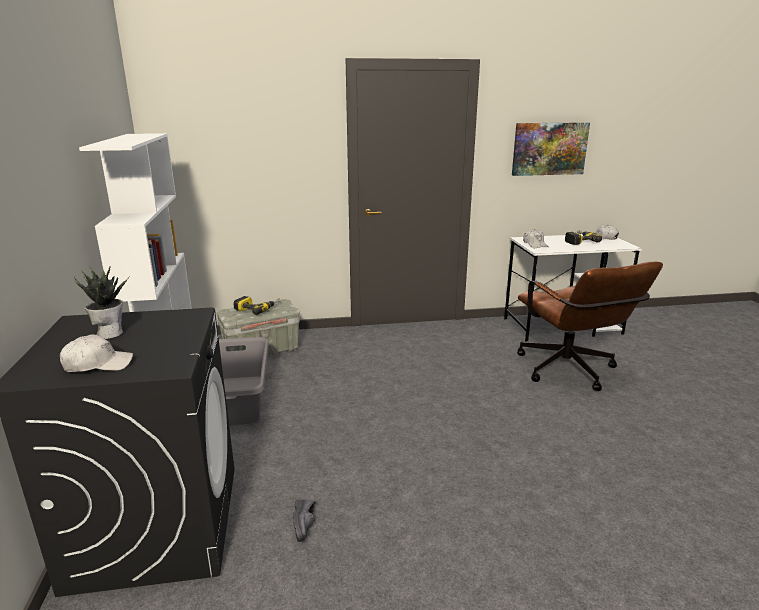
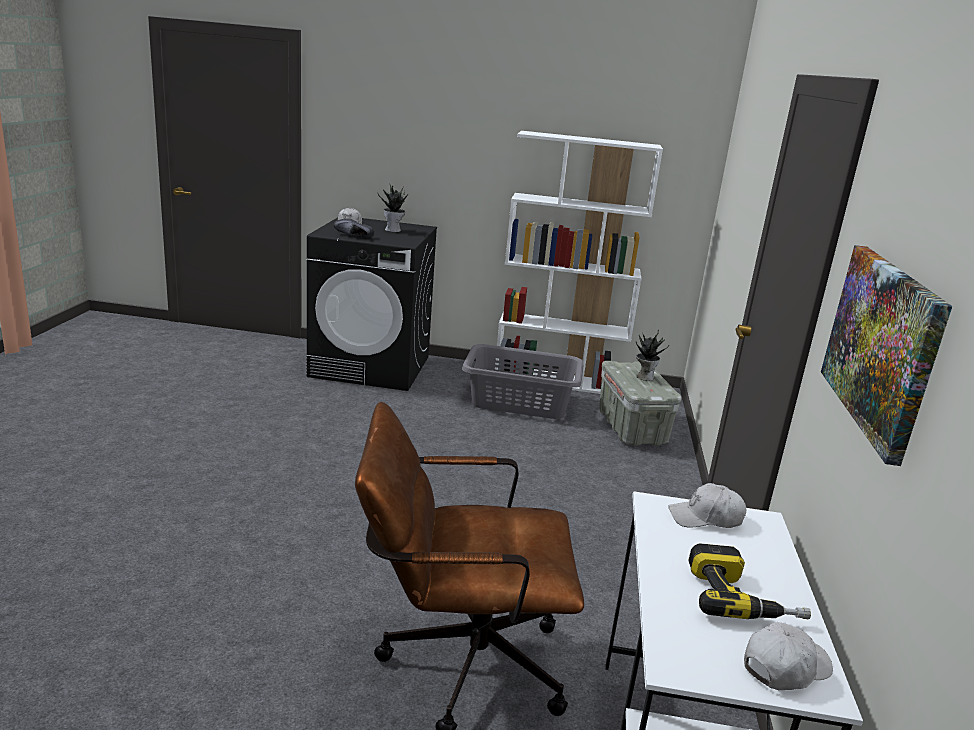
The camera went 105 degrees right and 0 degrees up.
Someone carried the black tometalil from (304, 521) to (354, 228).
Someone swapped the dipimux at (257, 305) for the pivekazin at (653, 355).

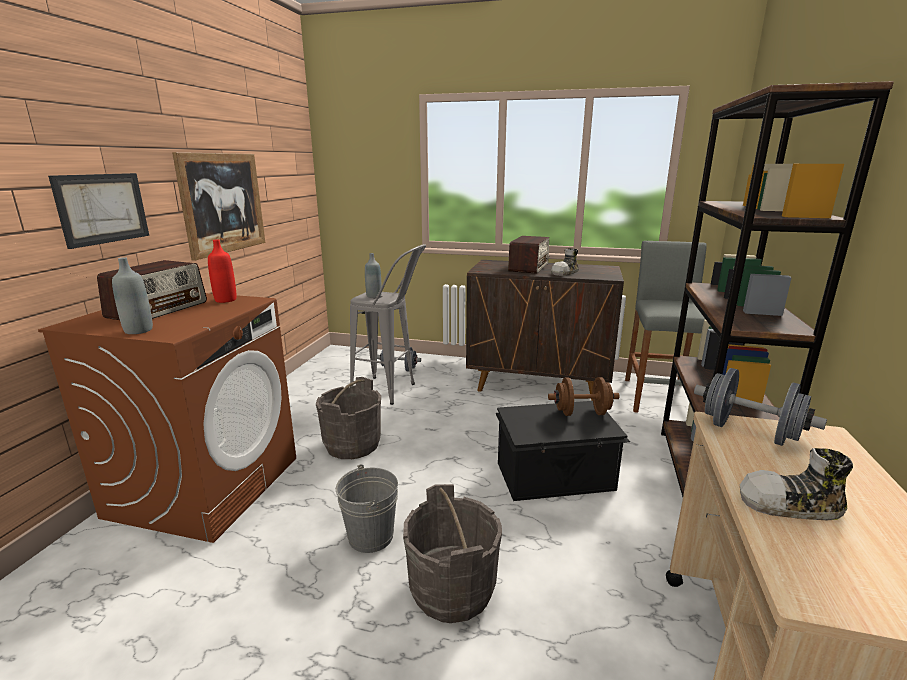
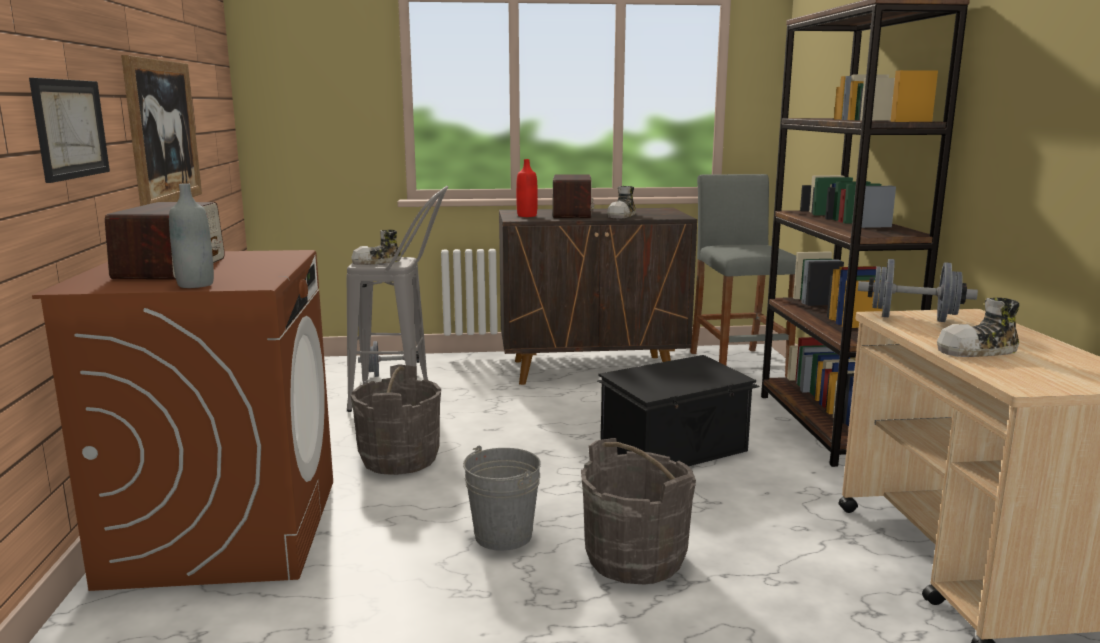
The camera went 20 degrees left and 5 degrees down.
Someone swapped the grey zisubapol at (373, 275) for the tometalil at (376, 247).
Someone carried the red zisubapol from (222, 271) to (527, 188).
Someone took away the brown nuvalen at (584, 396).

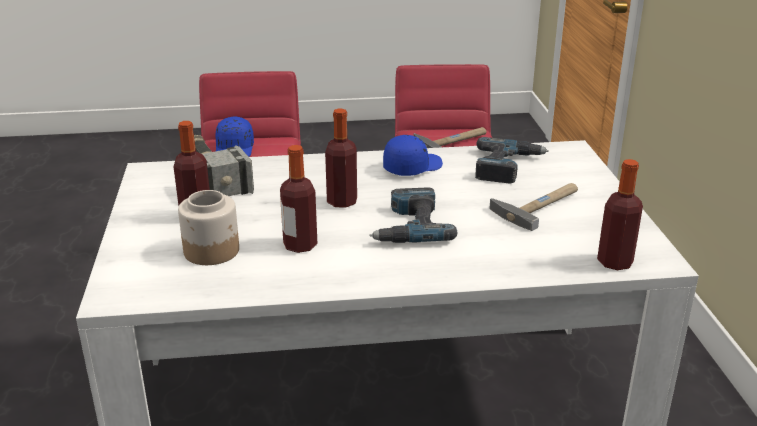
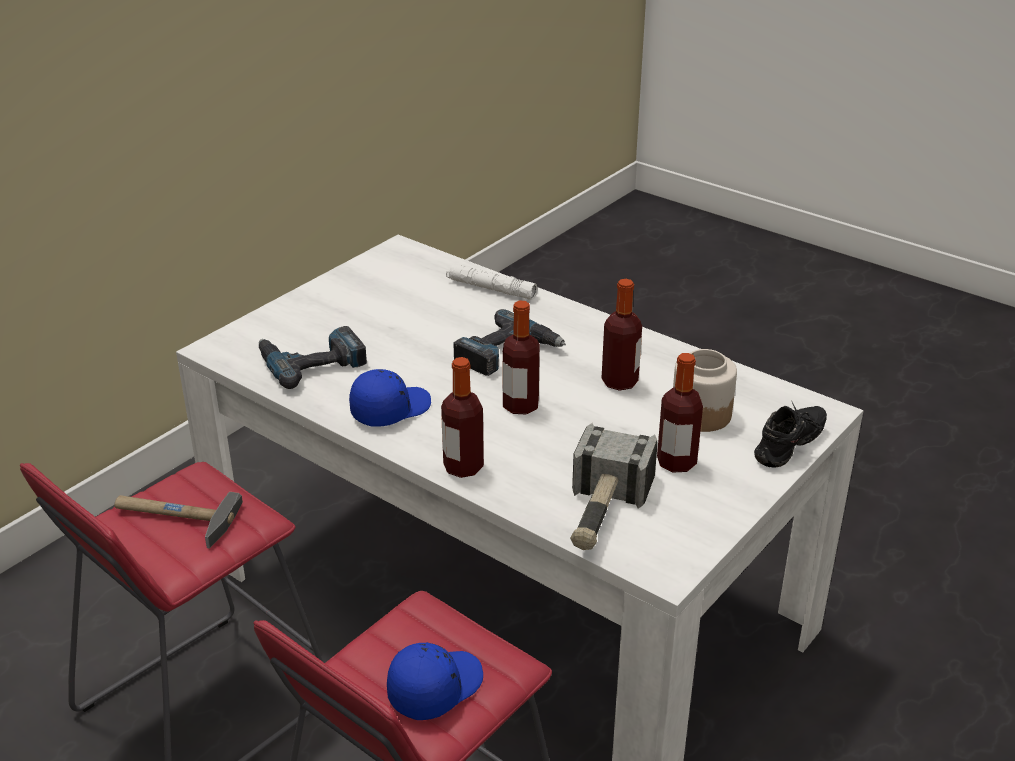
The camera went 135 degrees left and 5 degrees up.
Someone rotated the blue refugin at (413, 155) by 135 degrees clockwise.
Someone carried the zisubapol from (620, 214) to (462, 417).
Someone put down the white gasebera at (491, 282).
Someone put down the black tometalil at (790, 433).
Someone took away the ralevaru at (533, 207).

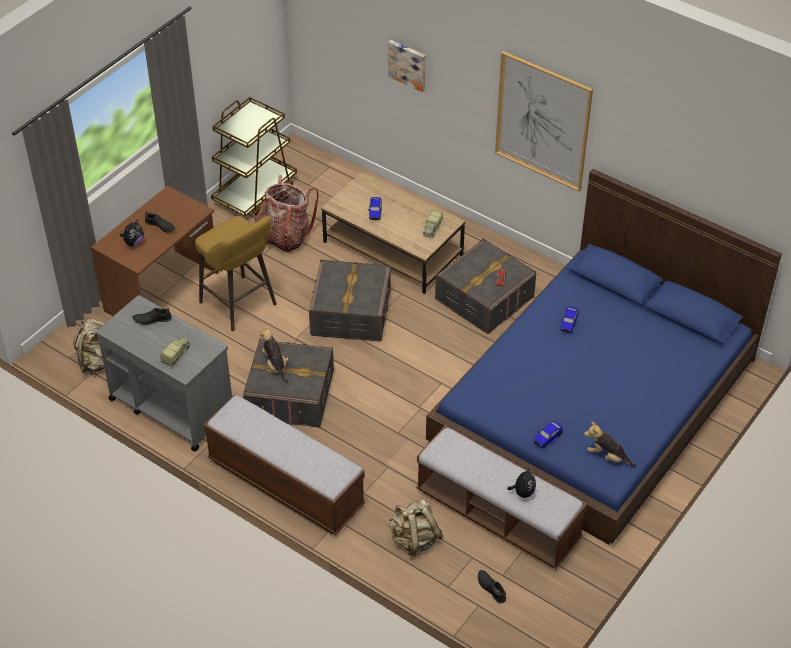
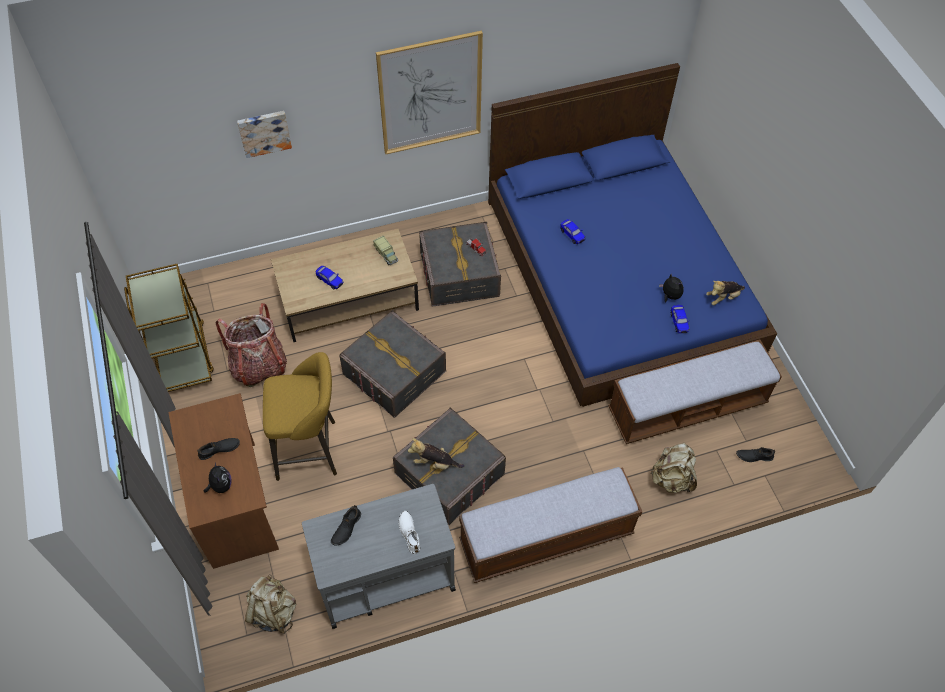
The camera went 55 degrees left and 10 degrees up.
Someone swapped the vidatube at (175, 352) for the white tometalil at (409, 532).
Someone carried the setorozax from (521, 482) to (671, 288).

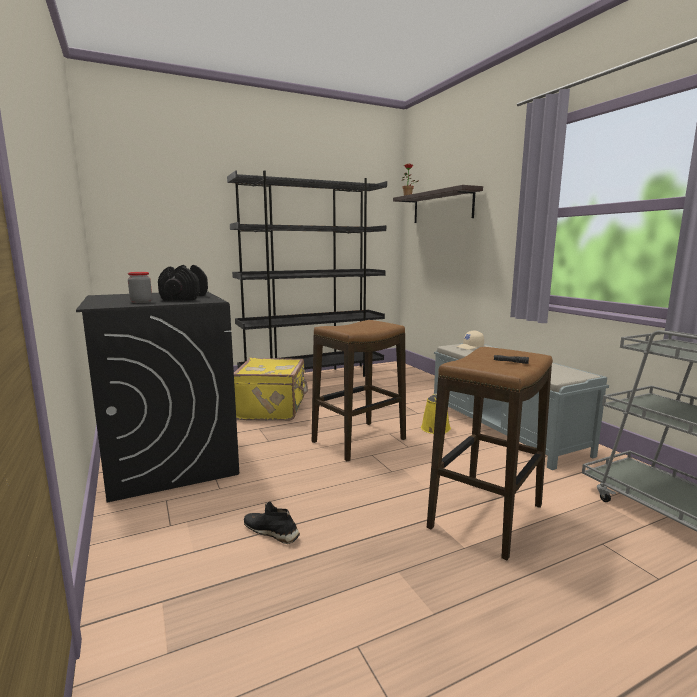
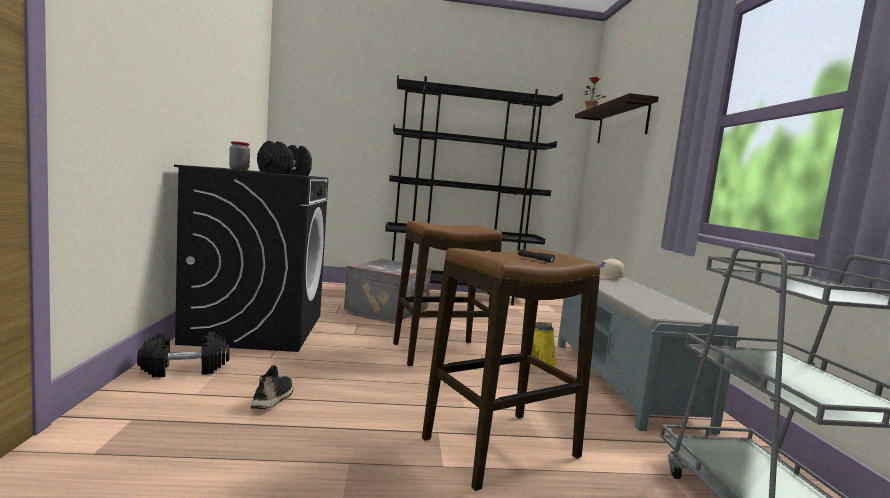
The camera went 20 degrees right and 5 degrees down.
Someone put down the black nuvalen at (183, 355).
Someone rotated the black tometalil at (272, 523) by 45 degrees clockwise.
Someone repainted the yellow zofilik at (271, 389), which became the grey zofilik at (388, 291).

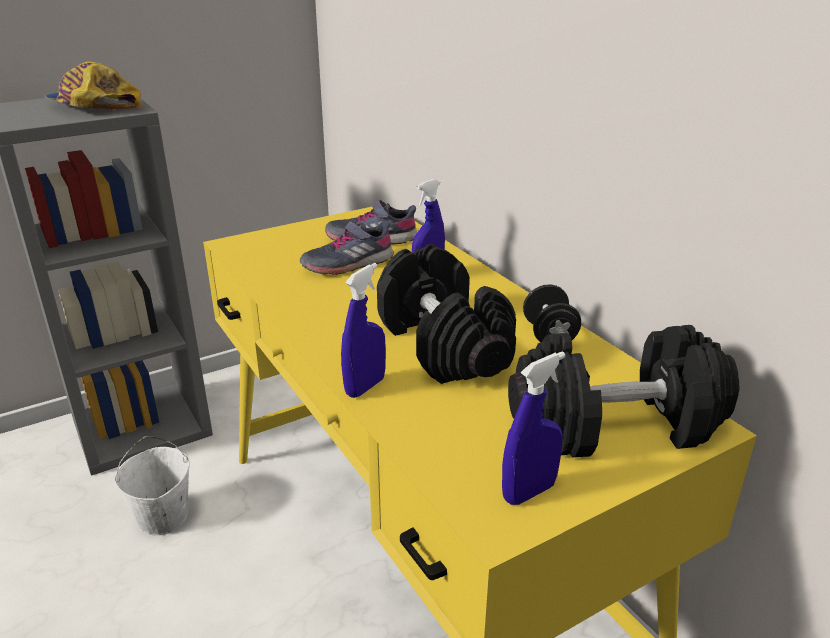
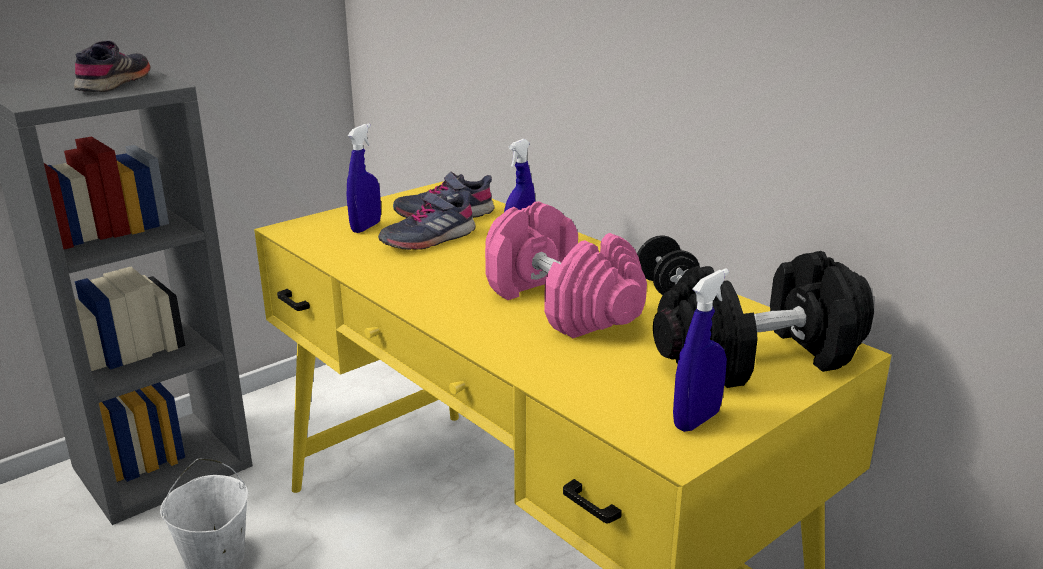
The camera went 10 degrees left and 5 degrees down.
Someone swapped the refugin at (93, 85) for the grey tometalil at (112, 66).
Someone carried the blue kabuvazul from (363, 330) to (364, 178).
Someone repainted the black nuvalen at (446, 314), which became the pink nuvalen at (566, 269).

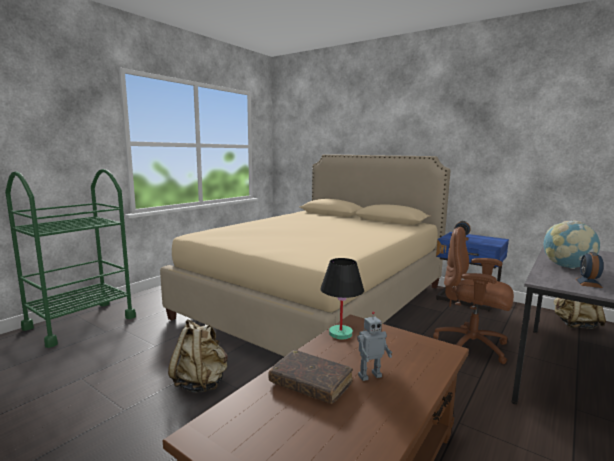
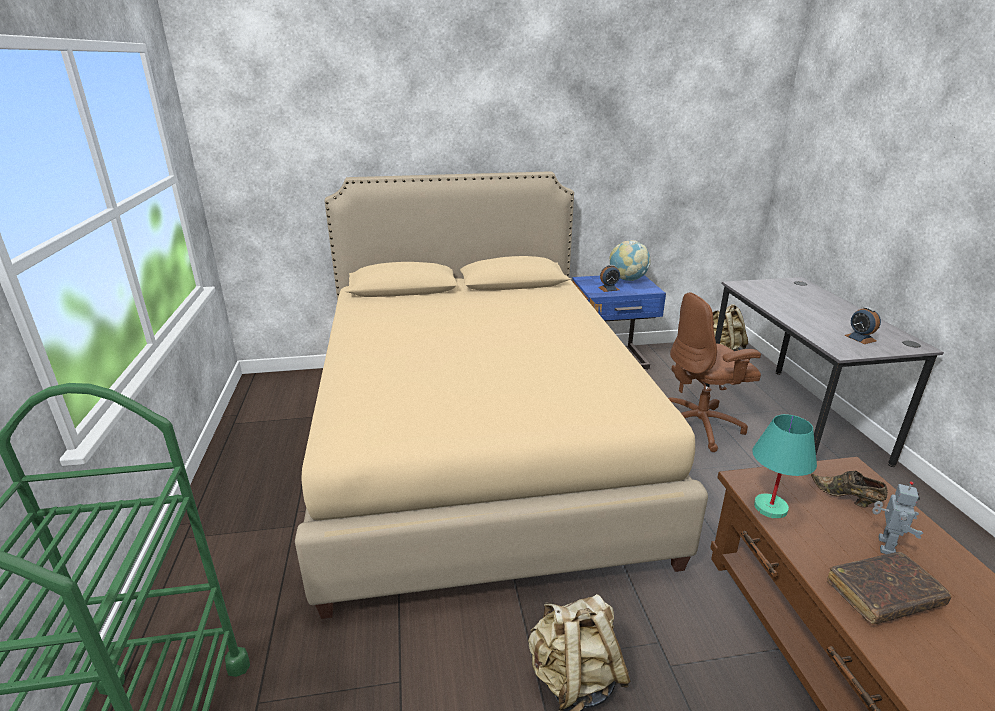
The camera went 45 degrees left and 15 degrees up.
Someone carried the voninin from (571, 245) to (630, 260).
Someone repainted the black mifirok at (342, 298), which became the turquoise mifirok at (784, 466).
Someone put down the brown tometalil at (849, 489).

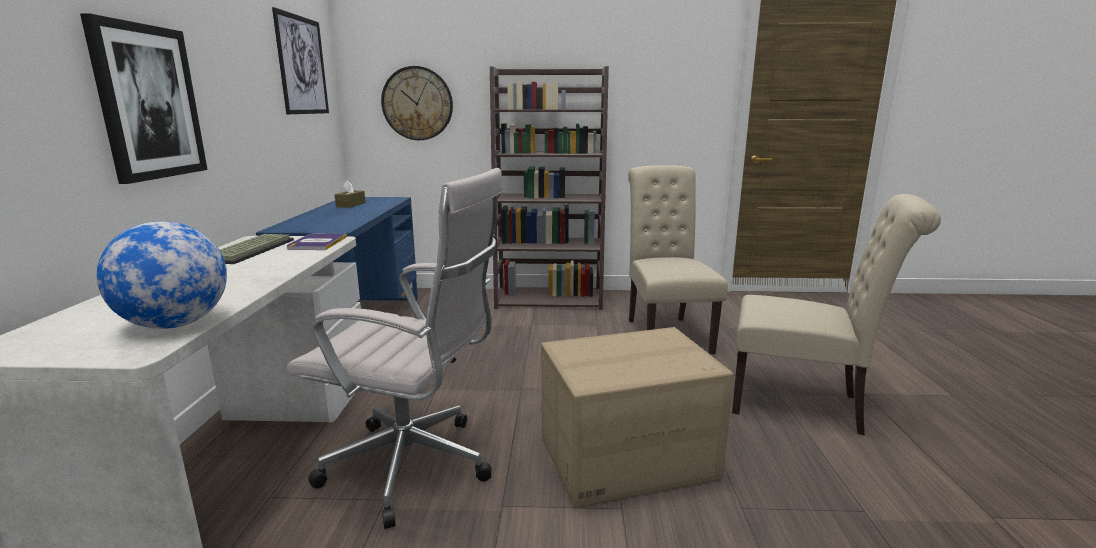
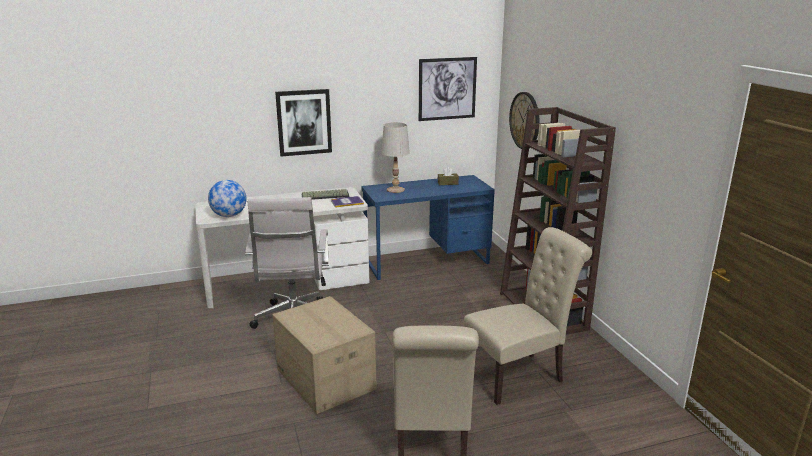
The camera went 70 degrees right and 5 degrees up.
Someone put down the white mifirok at (395, 157).

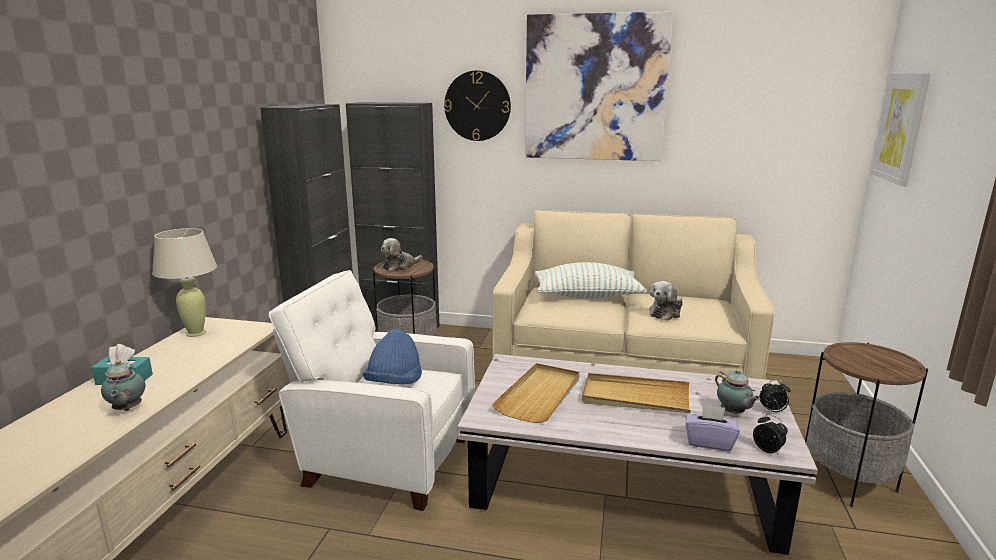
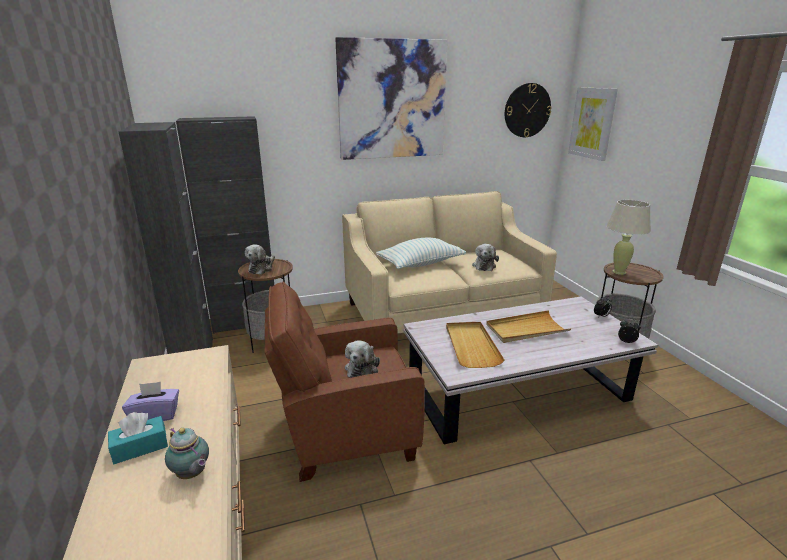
The camera went 30 degrees left and 5 degrees up.
Someone carried the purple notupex from (713, 427) to (150, 401).
Someone repainted the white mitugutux at (372, 390), which became the brown mitugutux at (344, 381).
Someone swapped the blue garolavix at (392, 356) for the setorozax at (362, 359).
Someone carried the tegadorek from (477, 105) to (528, 110).
Someone carried the beige mifirok from (184, 282) to (629, 237).
Someone took away the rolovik at (737, 391).

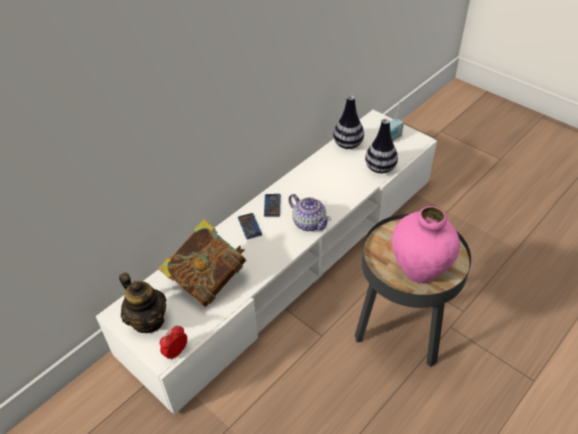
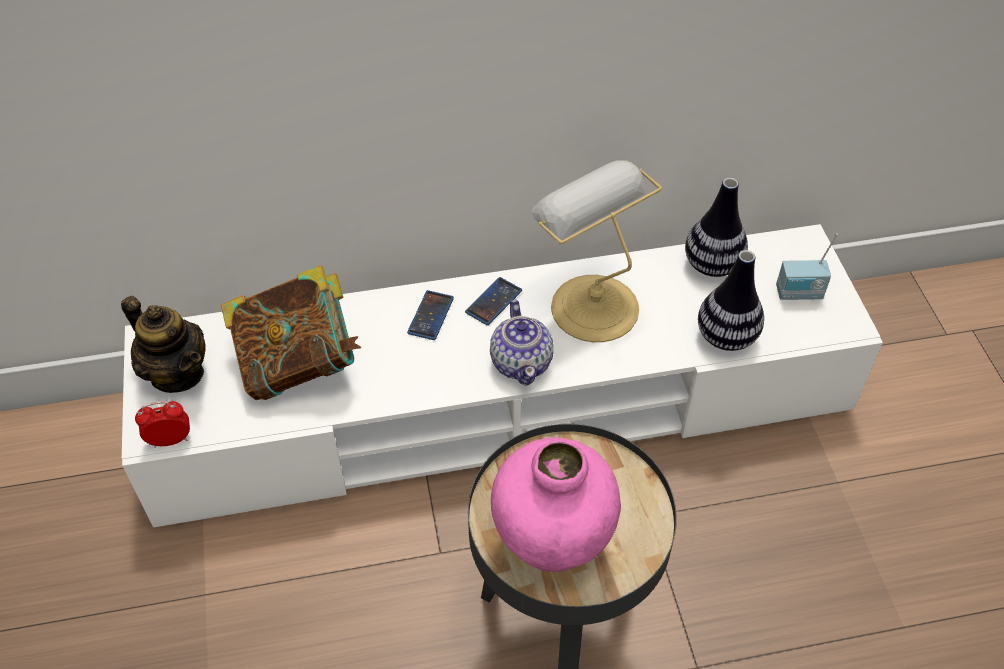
The camera went 35 degrees right and 5 degrees up.
Someone rotated the rolovik at (142, 302) by 45 degrees counterclockwise.
Someone put down the mifirok at (596, 251).

